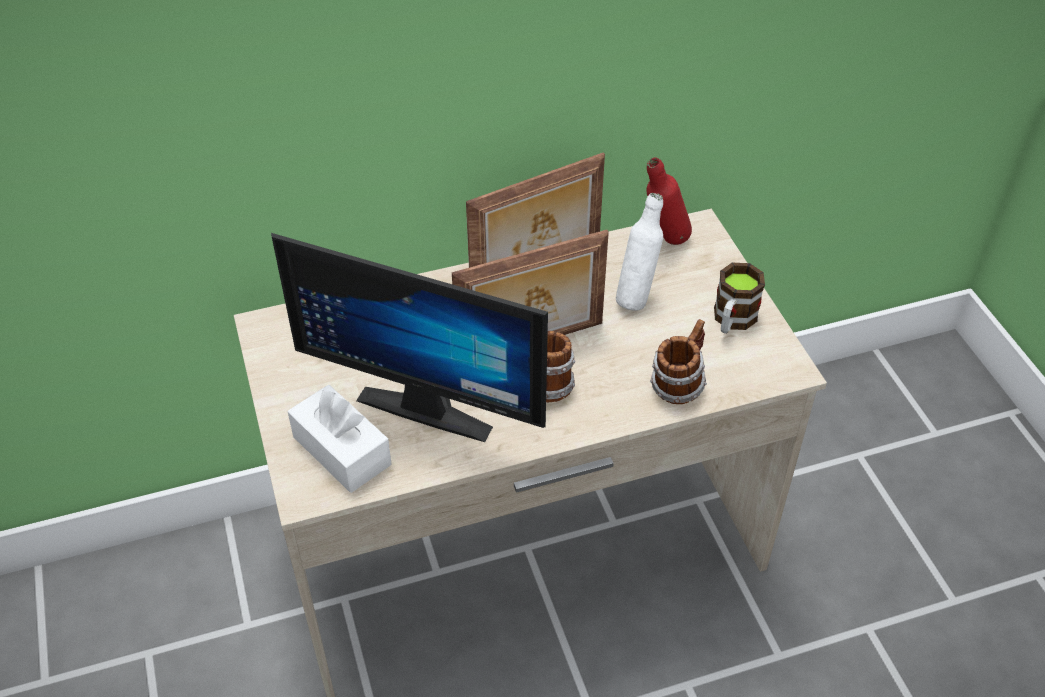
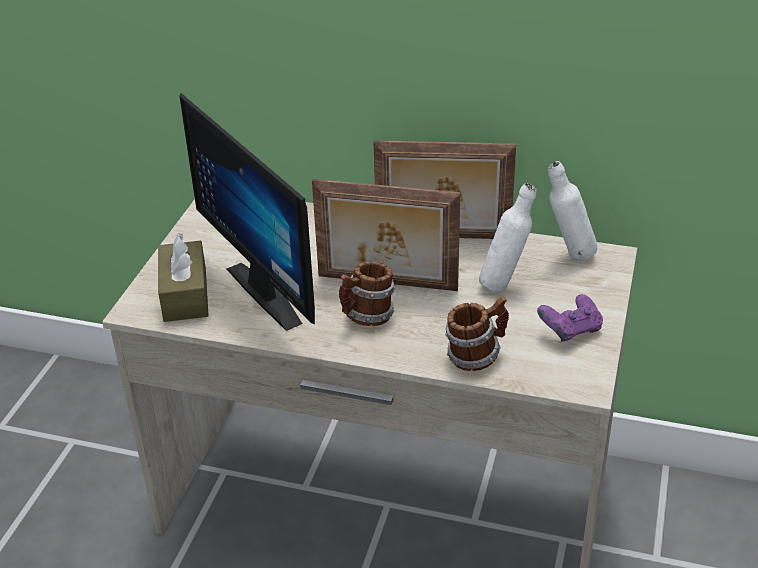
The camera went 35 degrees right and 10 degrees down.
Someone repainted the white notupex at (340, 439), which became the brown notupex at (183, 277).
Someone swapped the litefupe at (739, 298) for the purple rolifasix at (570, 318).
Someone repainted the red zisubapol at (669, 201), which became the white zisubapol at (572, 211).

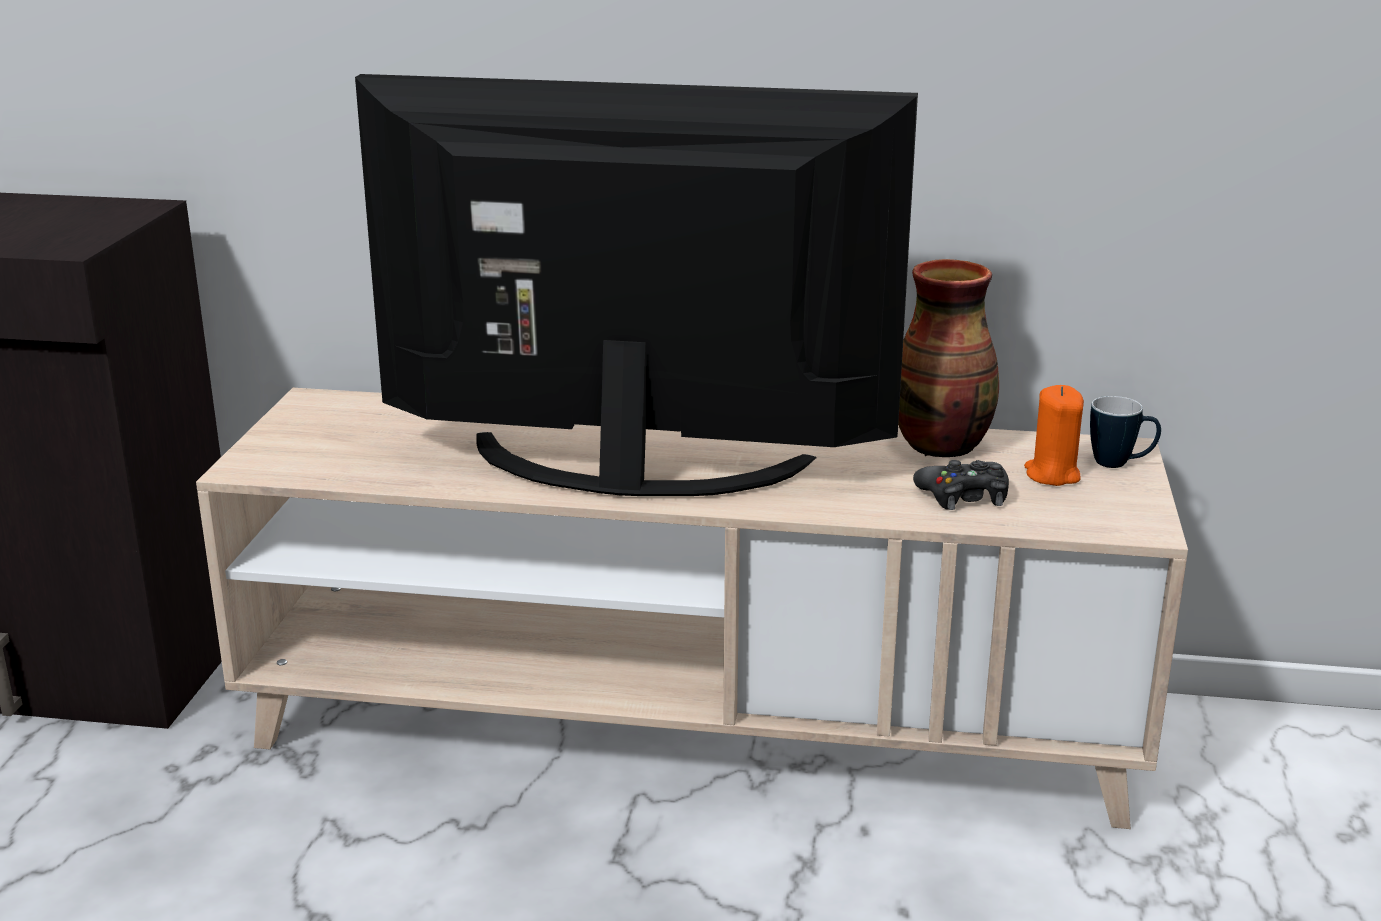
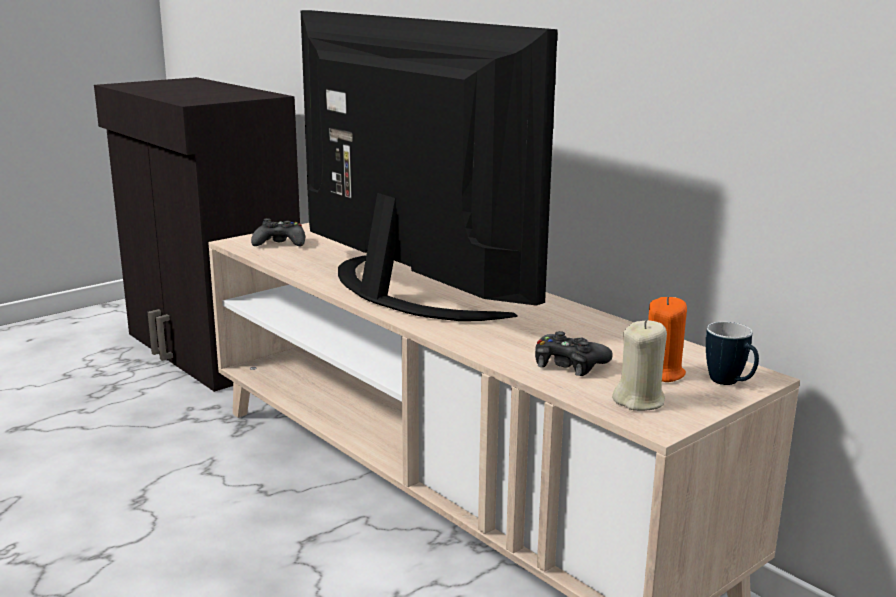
The camera went 40 degrees right and 5 degrees down.
Someone put down the black rolifasix at (278, 232).
Someone put down the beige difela at (639, 365).
Someone took away the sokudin at (948, 358).

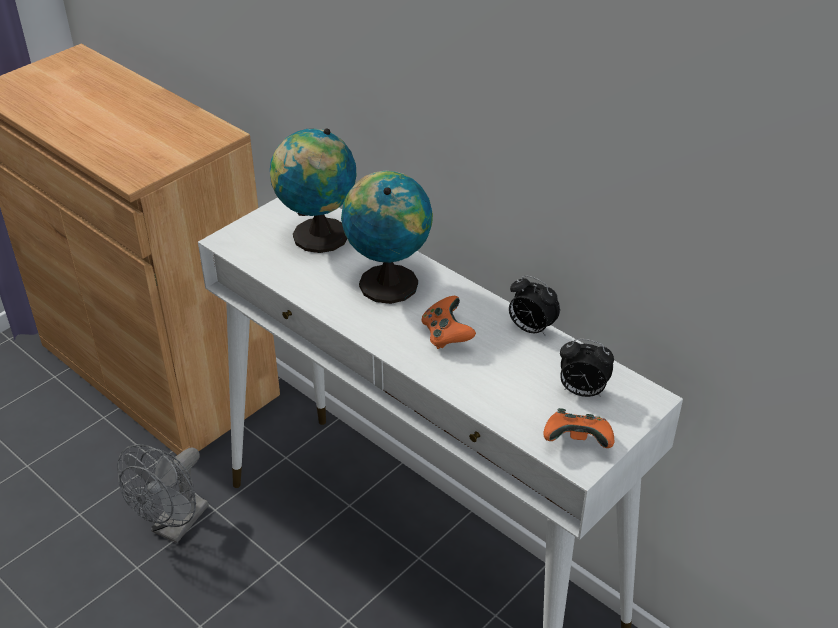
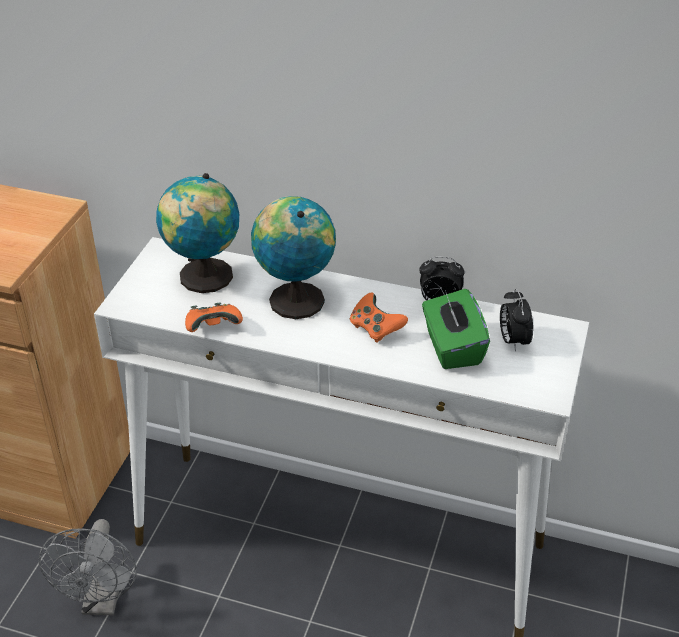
The camera went 25 degrees left and 0 degrees up.
Someone carried the orange rolifasix from (579, 428) to (214, 317).
Someone put down the green notupex at (456, 329).
Someone rotated the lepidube at (587, 368) by 90 degrees clockwise.

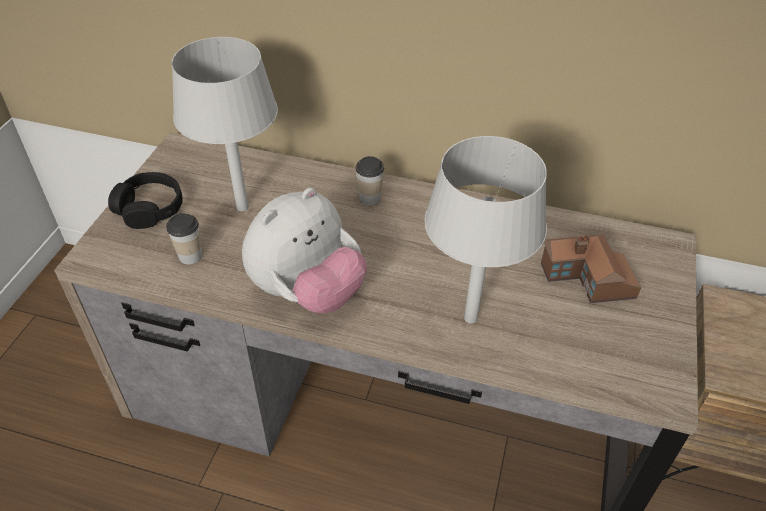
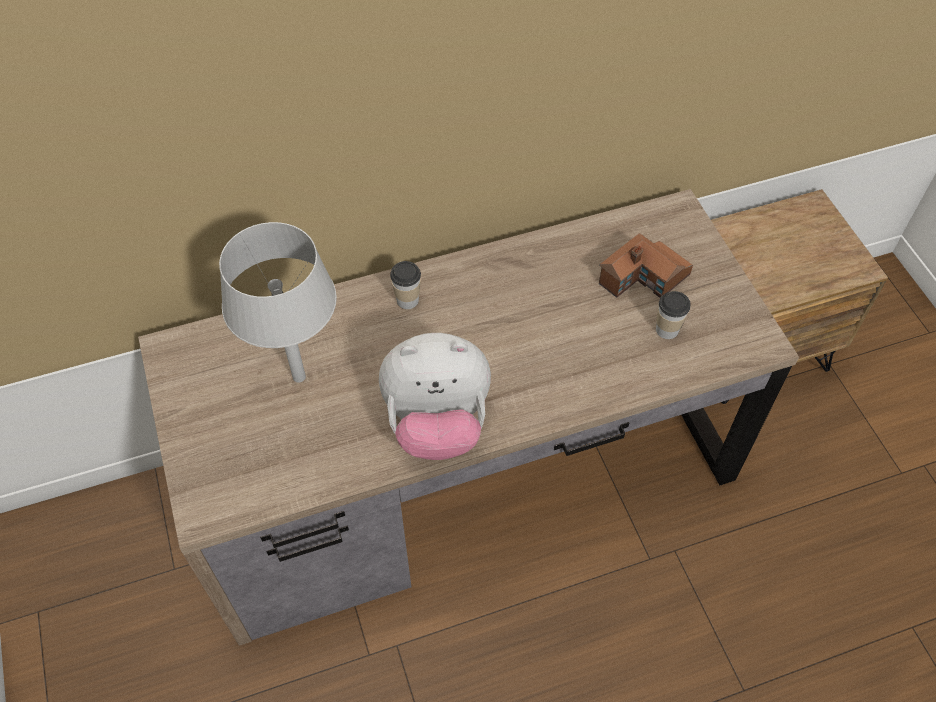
The camera went 35 degrees left and 10 degrees up.
Someone rotated the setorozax at (304, 250) by 75 degrees clockwise.
Someone carried the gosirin from (184, 238) to (673, 315).
Someone took away the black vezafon at (145, 200).
Someone took away the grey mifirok at (485, 230).

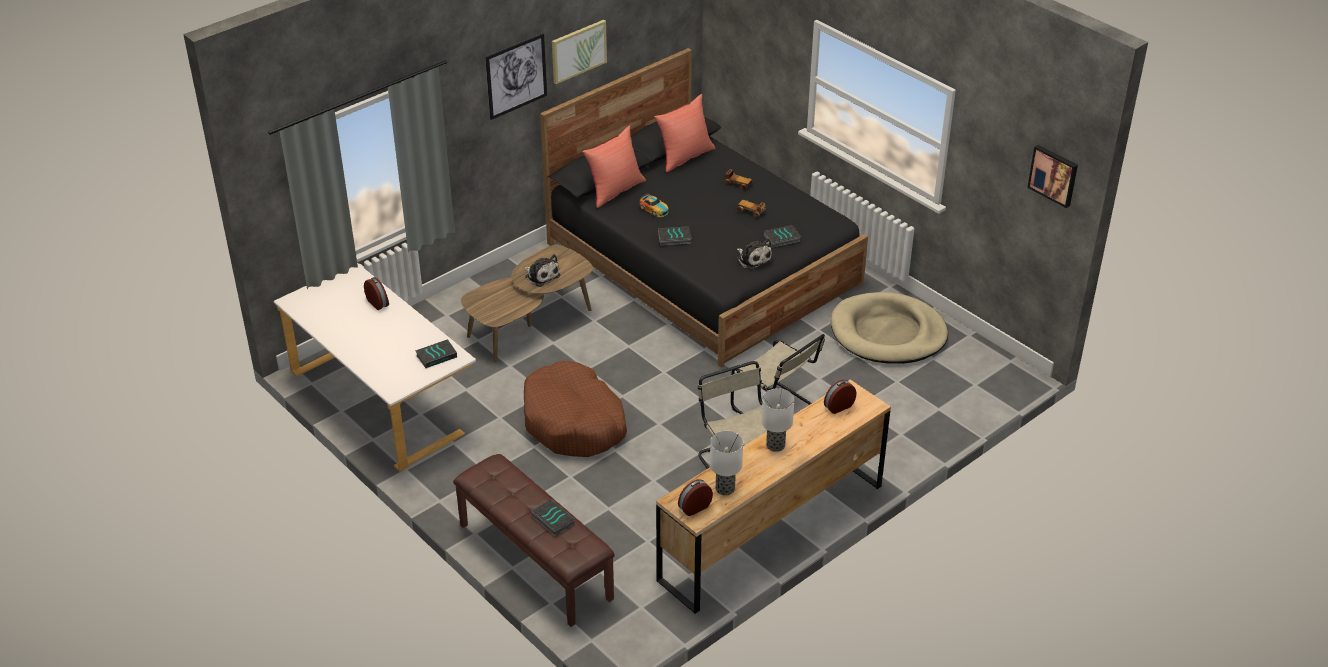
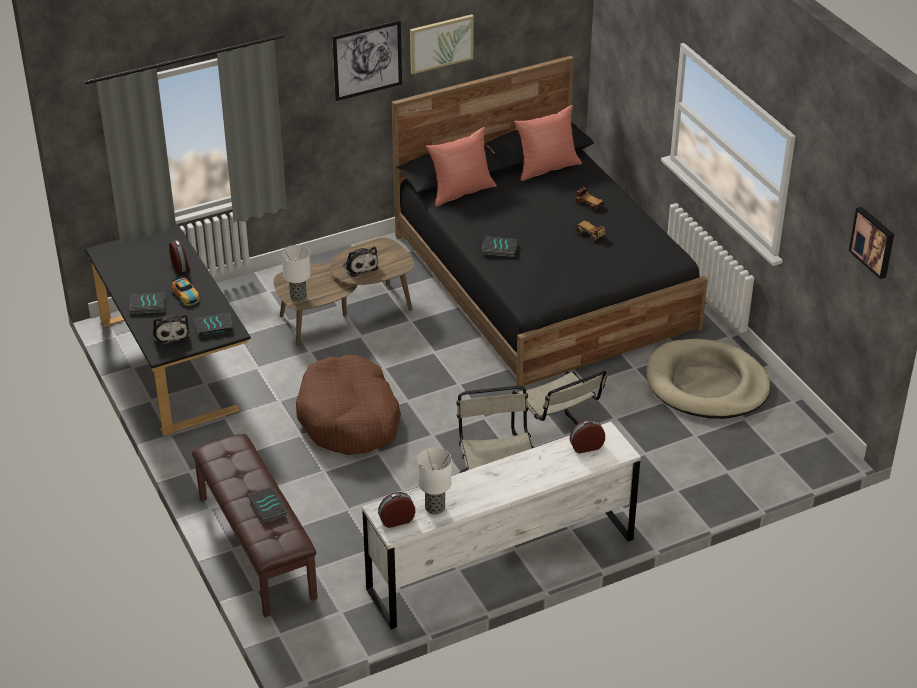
The camera went 15 degrees right and 0 degrees up.
Someone repainted the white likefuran at (375, 367), which became the black likefuran at (168, 330).
Someone carried the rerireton from (782, 236) to (147, 303).
Someone carried the setorozax from (754, 254) to (171, 330).
Someone carried the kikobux from (654, 205) to (186, 291).
Someone carried the mifirok from (777, 420) to (296, 273).
Someone repainted the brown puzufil at (773, 497), which became the white puzufil at (501, 525).

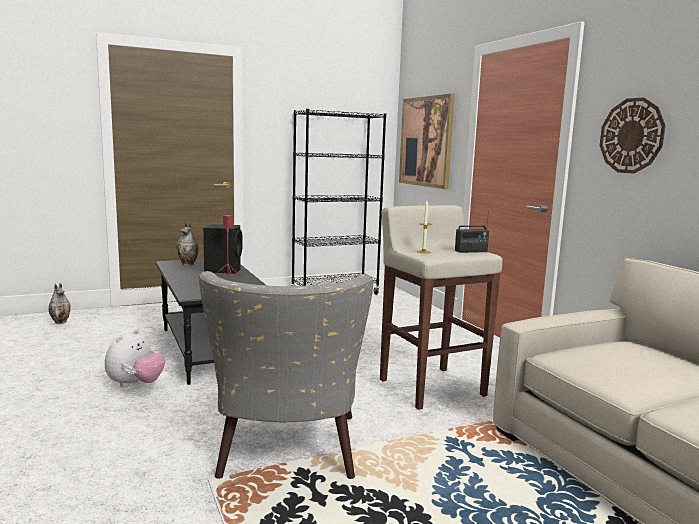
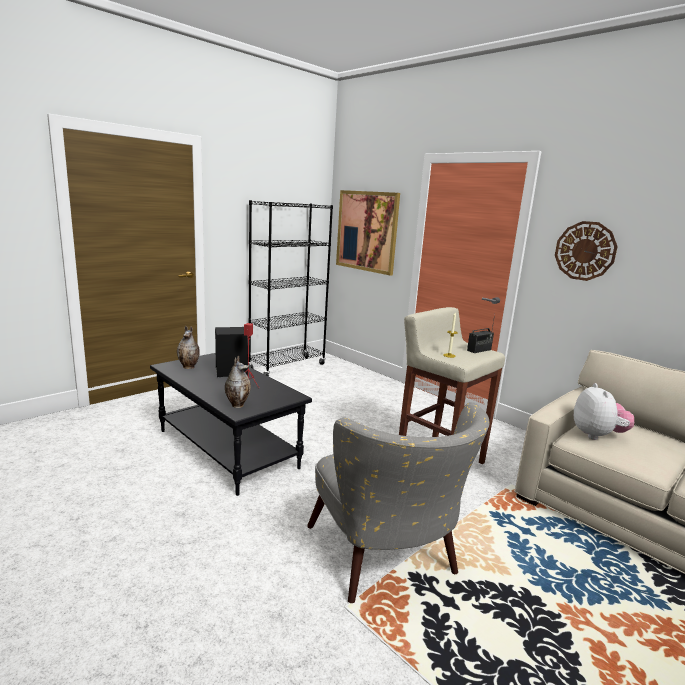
The camera went 20 degrees left and 5 degrees up.
Someone carried the sokudin from (60, 303) to (238, 382).
Someone carried the setorozax from (135, 358) to (604, 411).

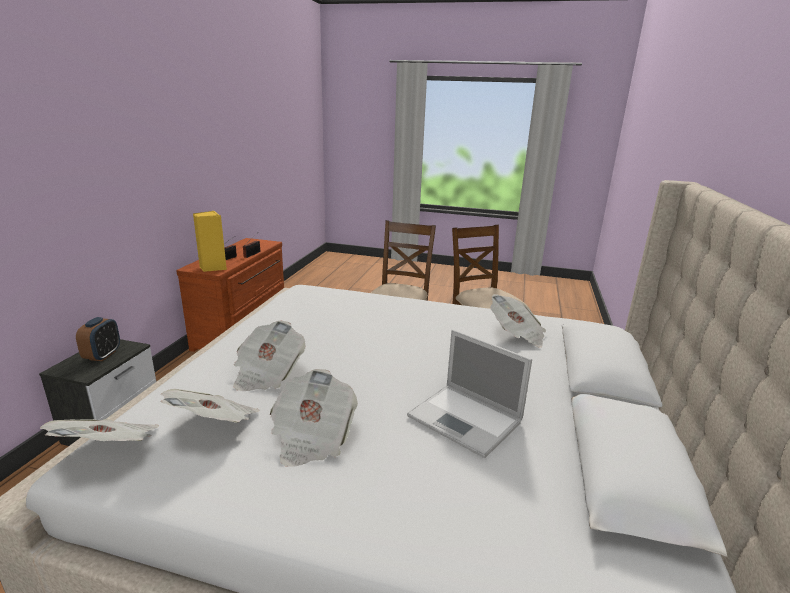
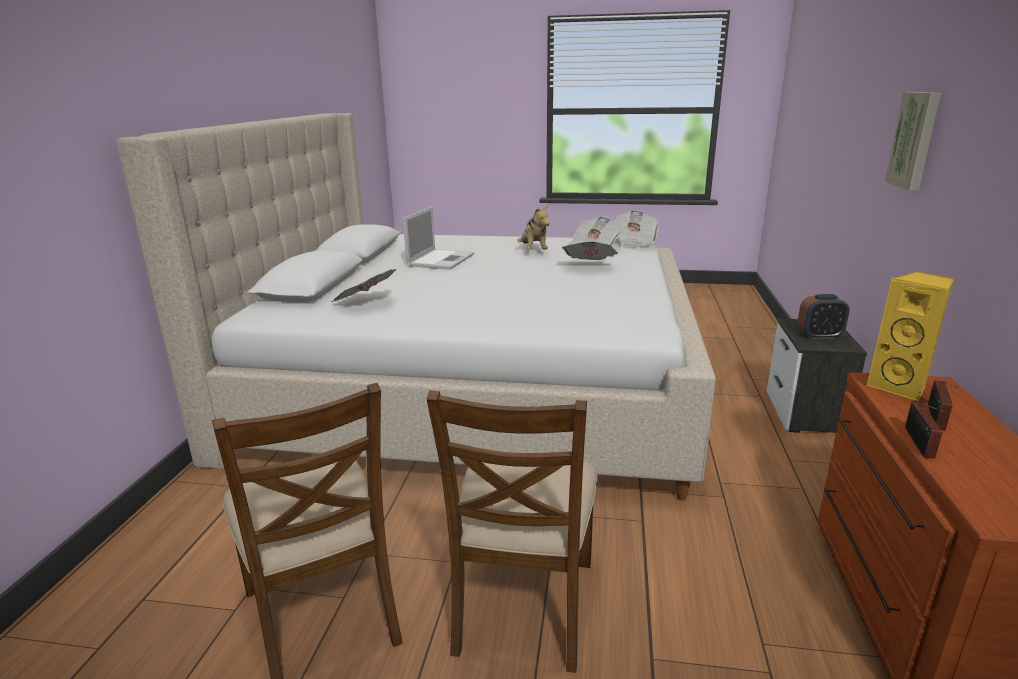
The camera went 175 degrees right and 0 degrees up.
Someone rotated the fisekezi at (469, 393) by 75 degrees clockwise.
Someone swapped the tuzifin at (314, 418) for the setorozax at (533, 227).
Someone rotated the lepidube at (98, 339) by 90 degrees counterclockwise.
Someone put up the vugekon at (913, 141).

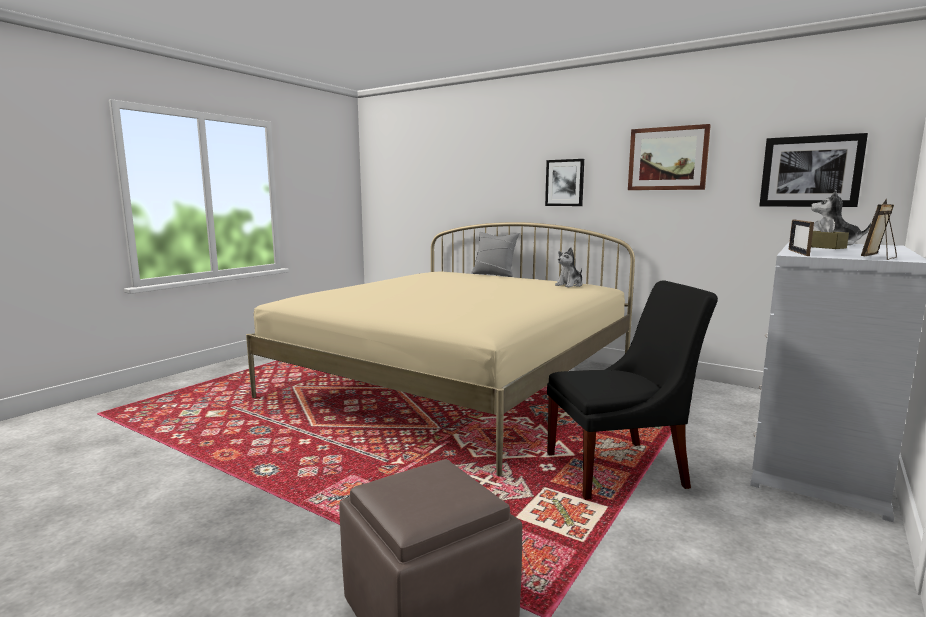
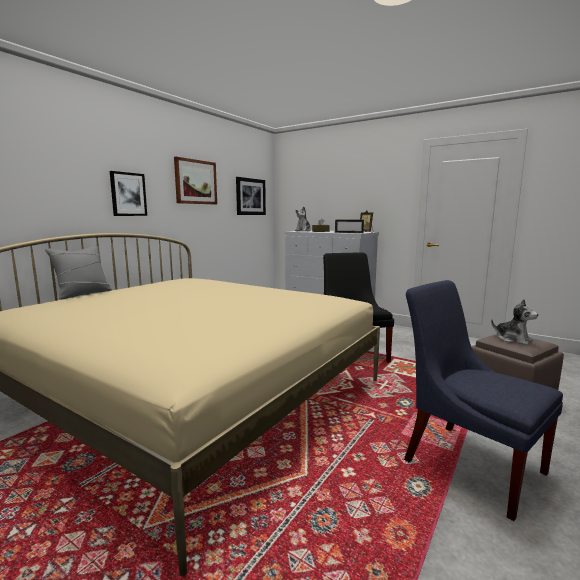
The camera went 90 degrees left and 0 degrees up.
Someone put down the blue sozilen at (483, 400).
Someone carried the setorozax from (569, 267) to (514, 322).

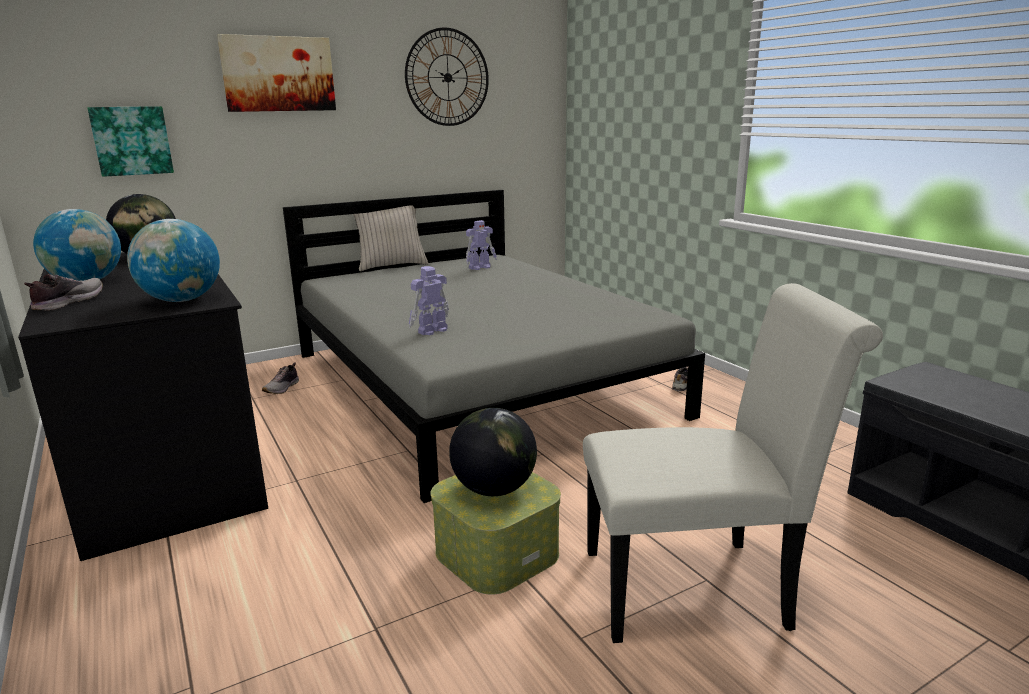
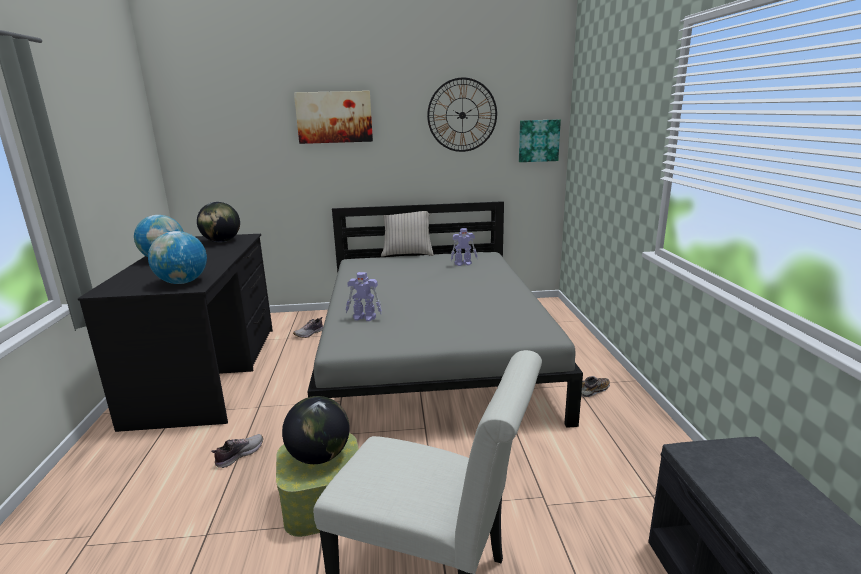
The camera went 25 degrees right and 0 degrees up.
Someone carried the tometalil from (63, 292) to (237, 451).
Someone rotated the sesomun at (429, 300) by 150 degrees counterclockwise.
Someone carried the vugekon from (130, 141) to (540, 140).

